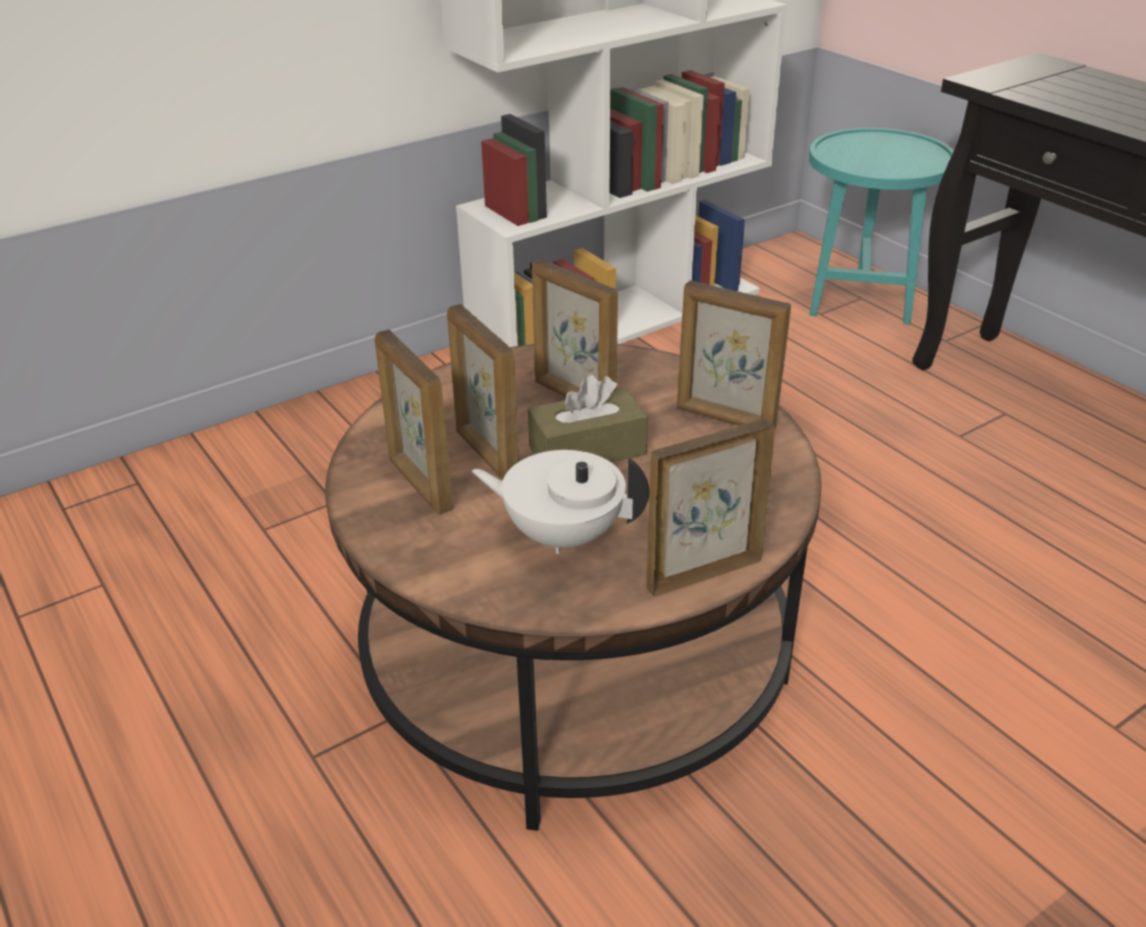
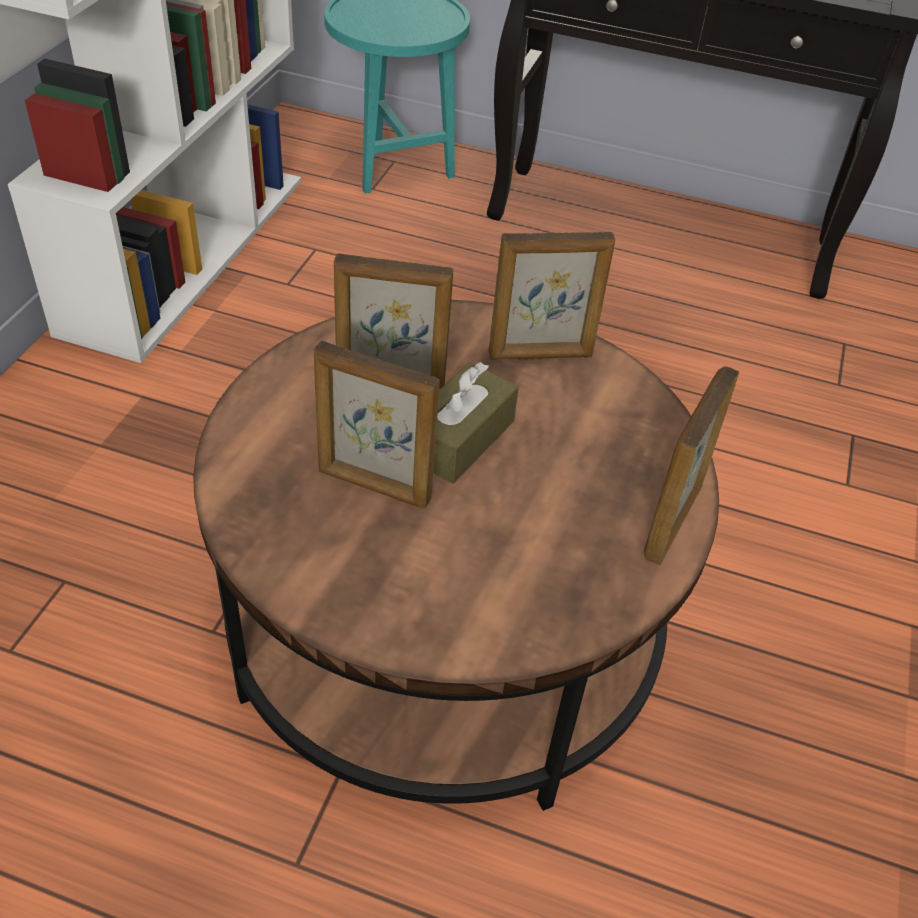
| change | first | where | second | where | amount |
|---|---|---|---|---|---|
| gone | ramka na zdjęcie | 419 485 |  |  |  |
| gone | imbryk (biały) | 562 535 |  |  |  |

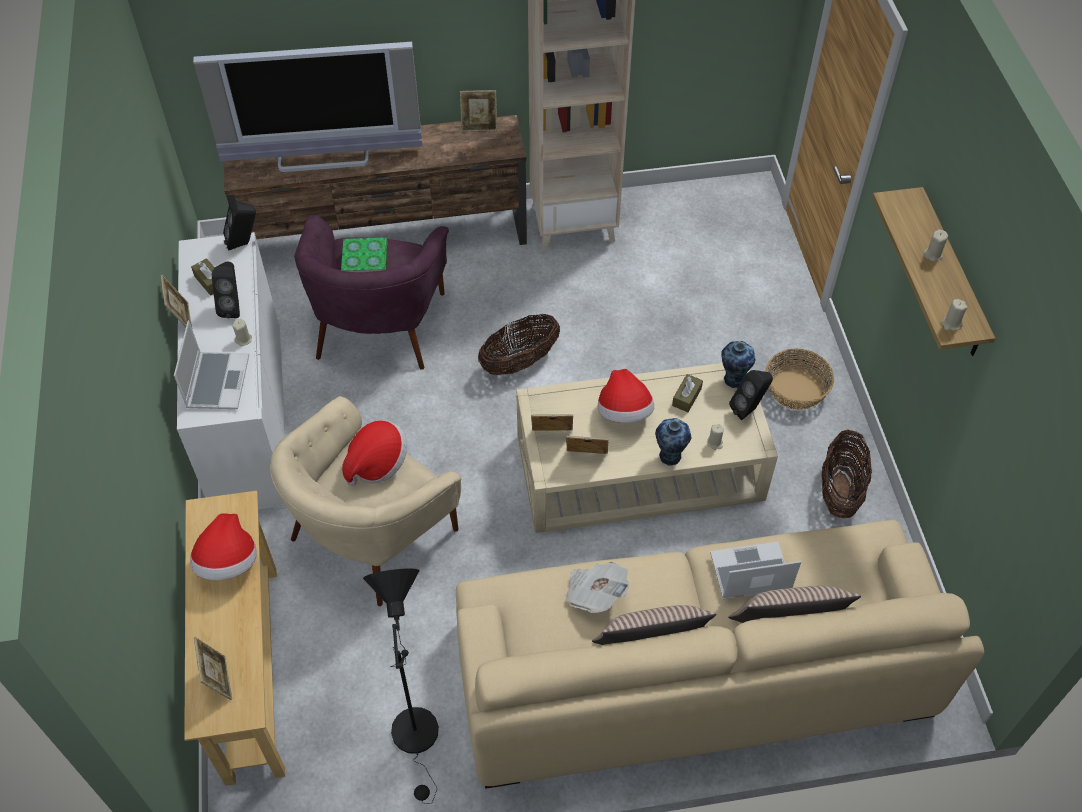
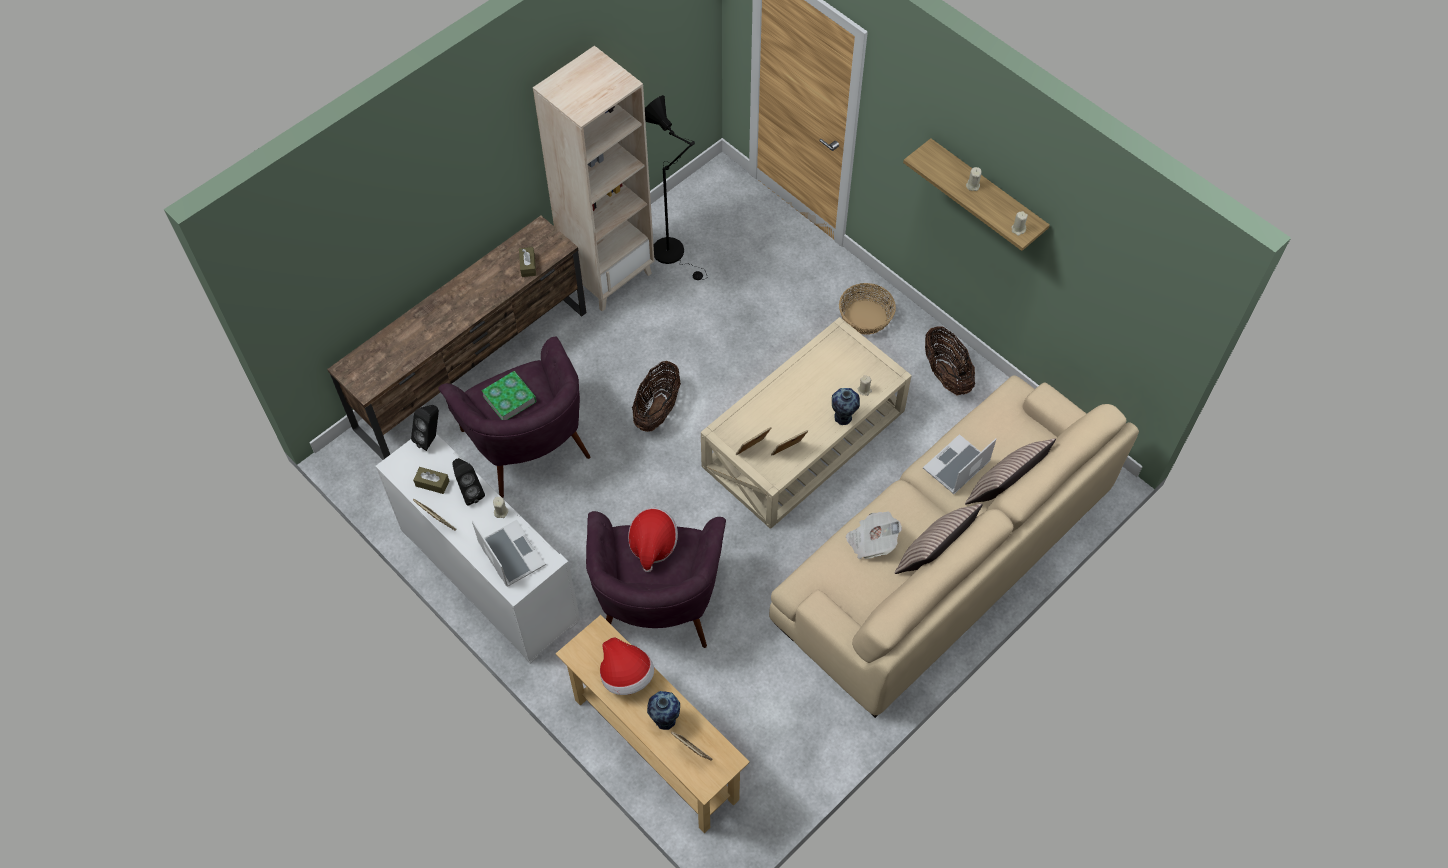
| change | first | where | second | where | amount |
|---|---|---|---|---|---|
| gone | telewizor | 324 156 |  |  |  |
| gone | ramka na zdjęcie | 479 126 |  |  |  |
| shifted | wazon | 733 379 |  | 664 721 |  |
| gone | kapelusz | 624 412 |  |  |  |
| gone | głośnik (czarny) | 749 409 |  |  |  |
| shifted | pudełko chusteczek (brązowy) | 686 397 |  | 528 265 |  |
| repainted | fotel (beżowy) | 372 534 | fotel (fioletowy) | 657 601 |  |
| shifted | lampa stojąca (czarny) | 418 740 |  | 673 254 |  |

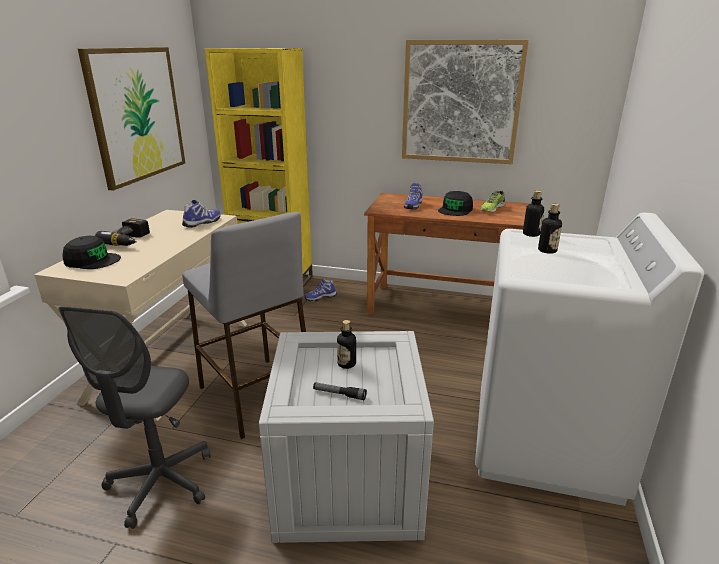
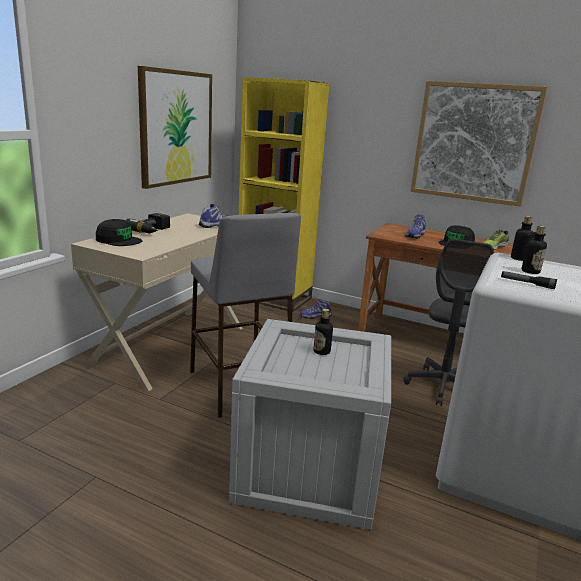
| change | first | where | second | where | amount |
|---|---|---|---|---|---|
| shifted | krzesło biurowe (szary) | 161 483 |  | 442 387 |  |
| shifted | latarka | 339 394 |  | 527 284 |  |

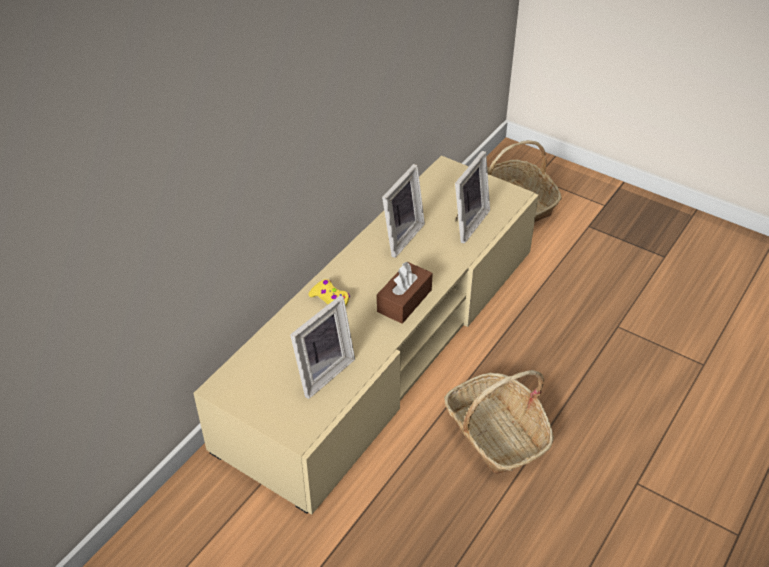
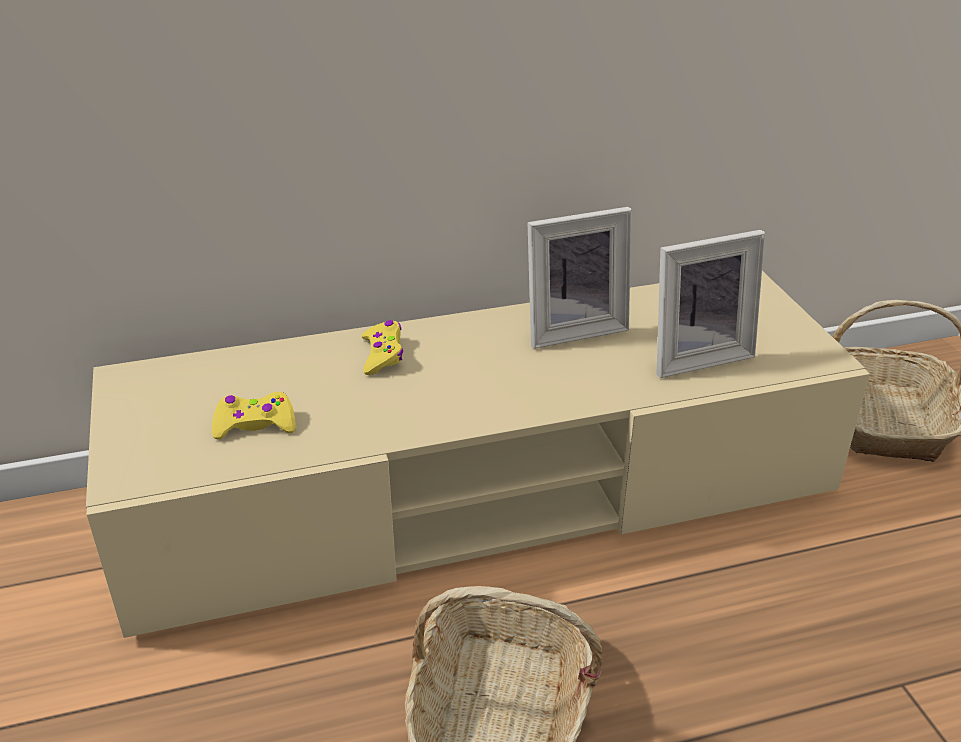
| change | first | where | second | where | amount |
|---|---|---|---|---|---|
| gone | pudełko chusteczek (brązowy) | 404 301 |  |  |  |
| swapped | ramka na zdjęcie | 321 371 | pad do gier (żółty) | 255 424 |  |

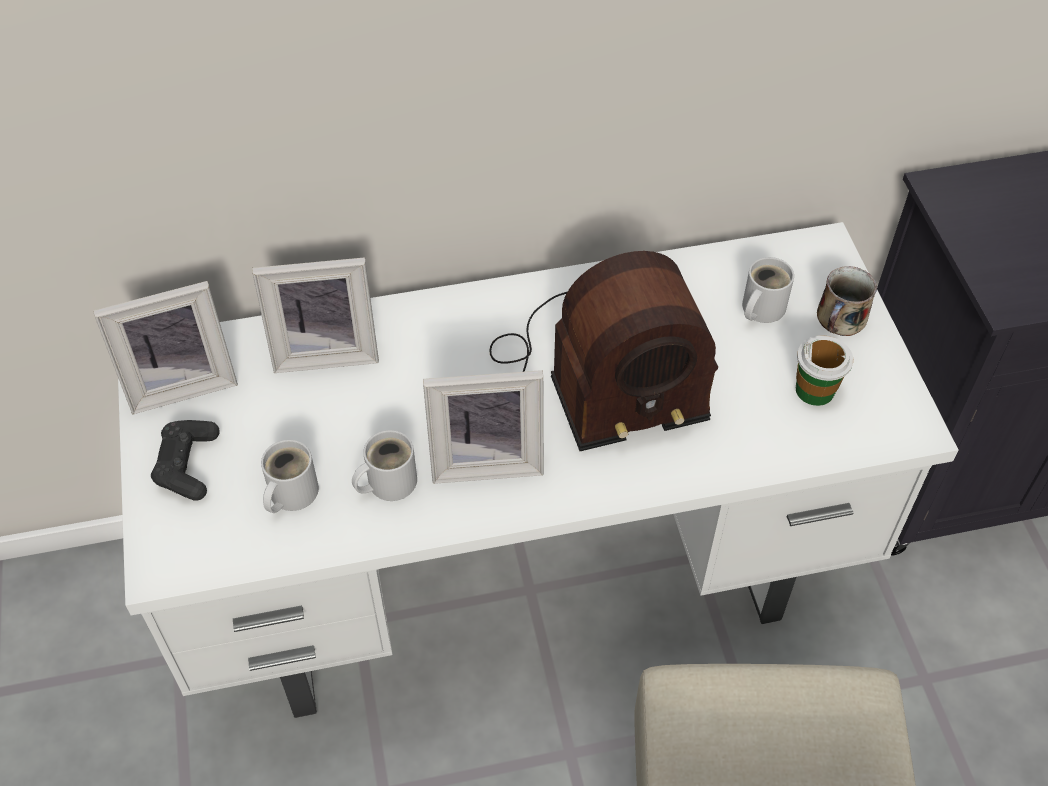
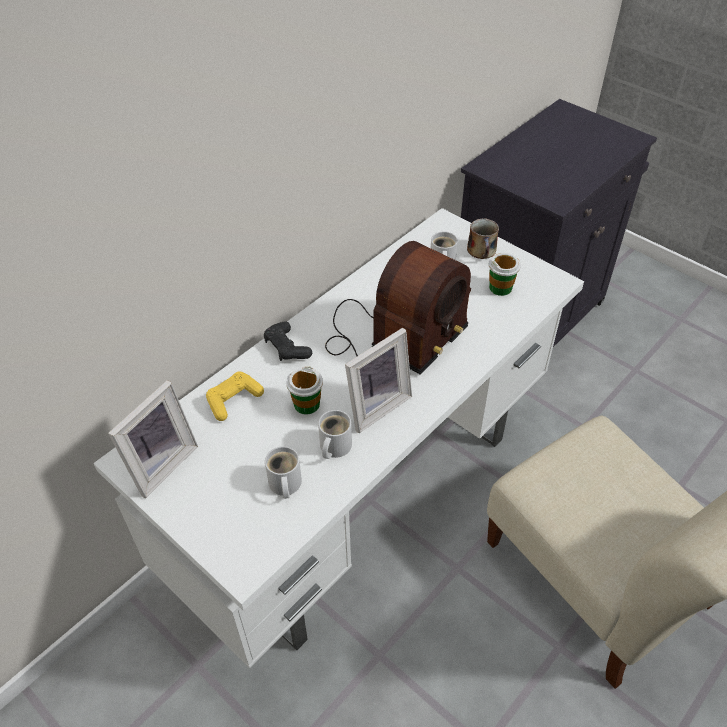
| change | first | where | second | where | amount |
|---|---|---|---|---|---|
| swapped | ramka na zdjęcie | 325 350 | pad do gier (żółty) | 234 400 |  |
| shifted | pad do gier (czarny) | 188 465 |  | 287 348 |  |
| new |  |  | filiżanka | 306 404 |  |

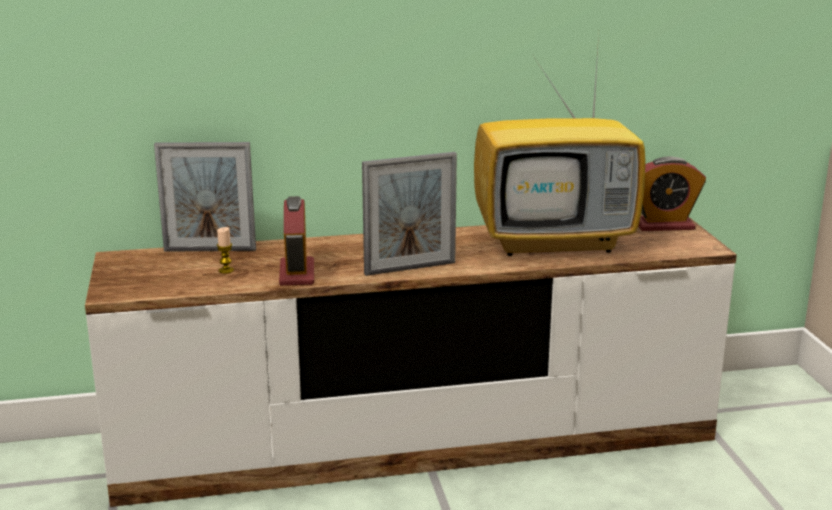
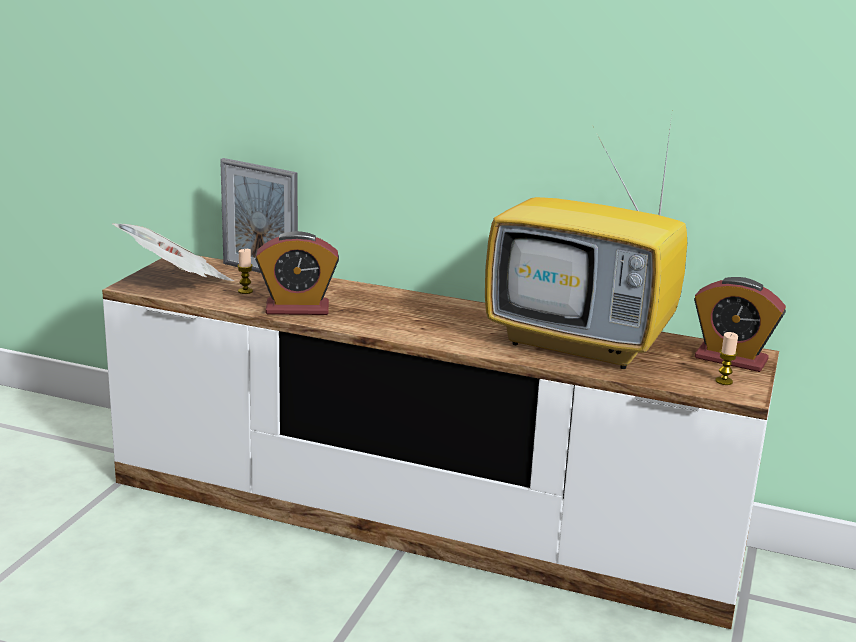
| change | first | where | second | where | amount |
|---|---|---|---|---|---|
| gone | ramka na zdjęcie | 410 268 |  |  |  |
| rotated | budzik | 297 273 |  | 297 309 | 120 degrees counterclockwise |
| new |  |  | gazeta | 176 281 |  |
| new |  |  | świeca | 724 381 |  |

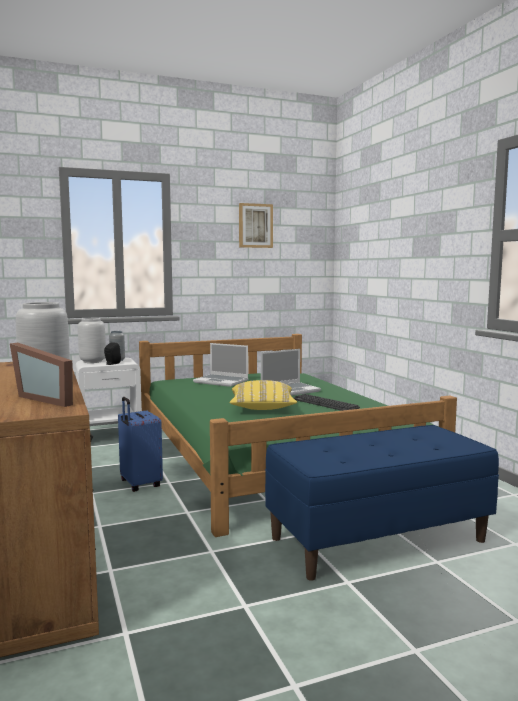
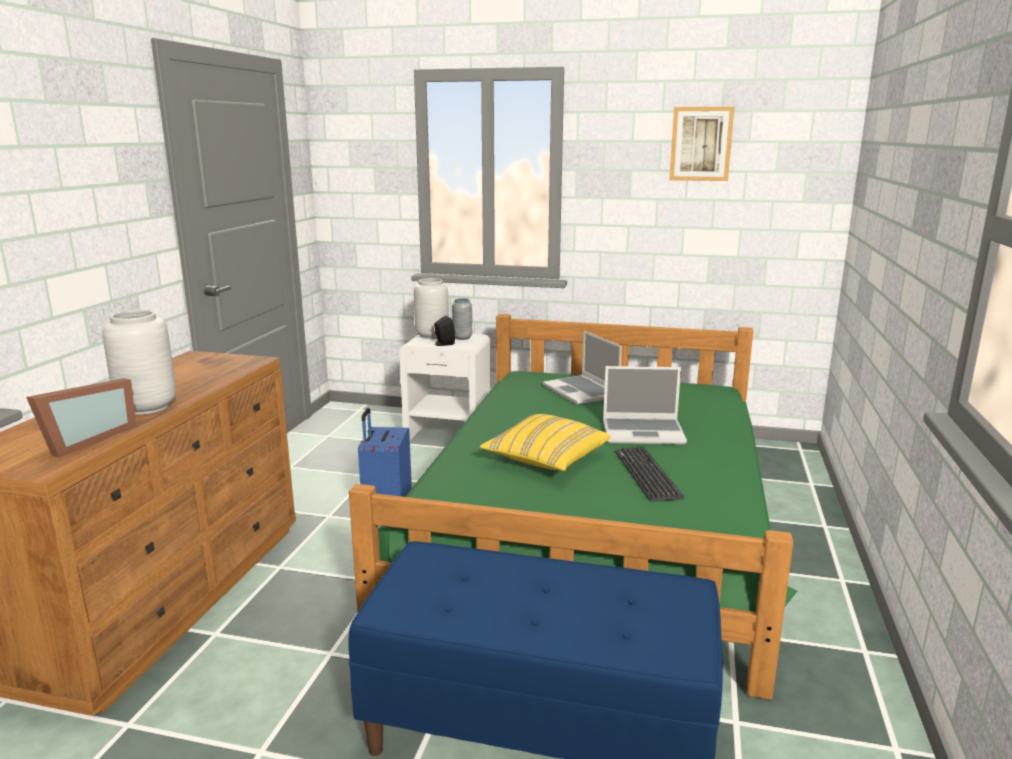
| change | first | where | second | where | amount |
|---|---|---|---|---|---|
| rotated | ramka na zdjęcie | 49 398 |  | 85 440 | 135 degrees counterclockwise |

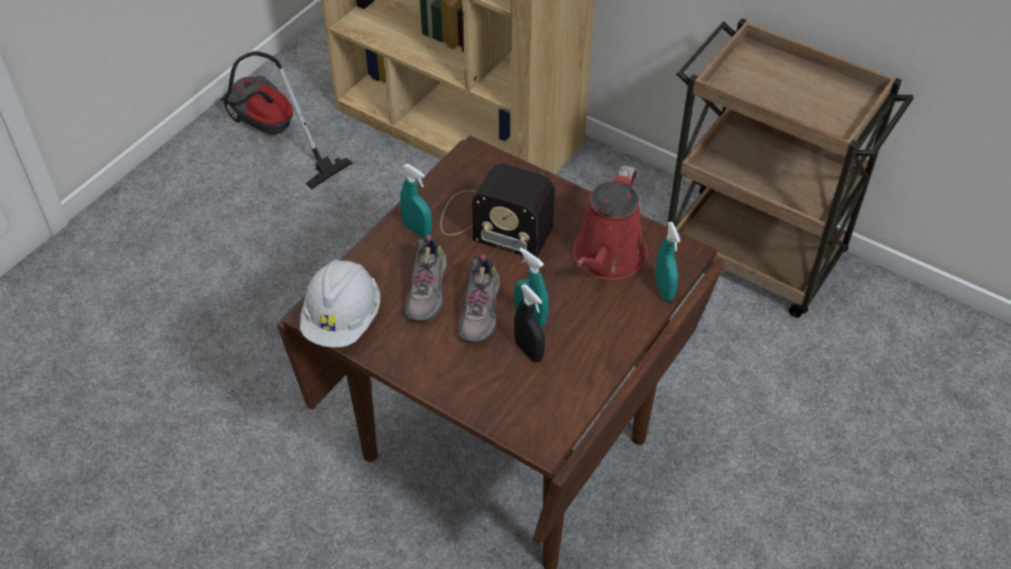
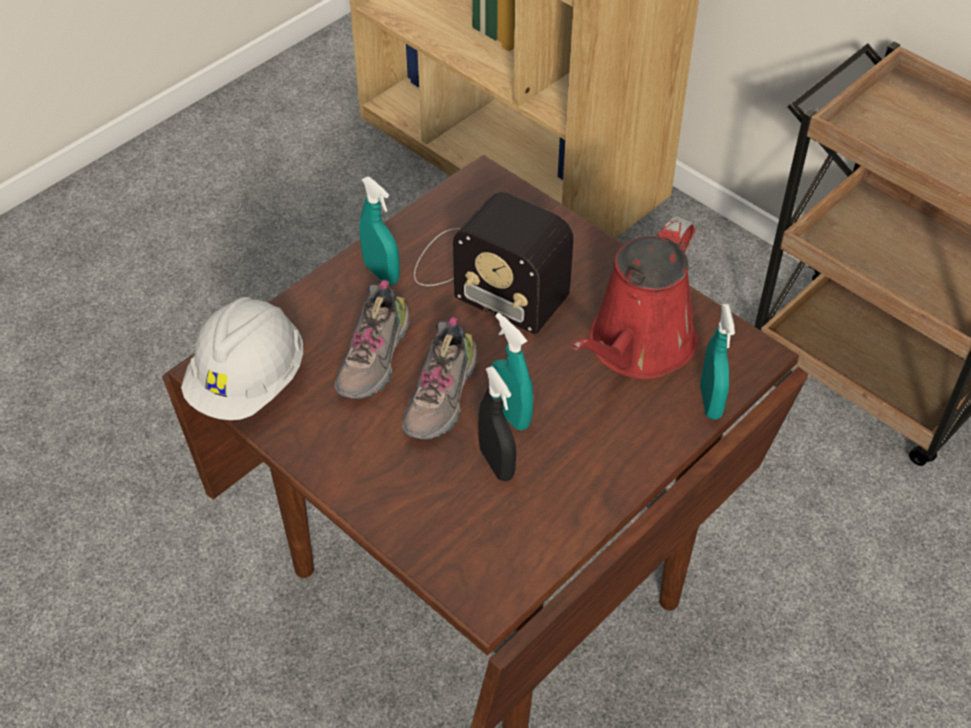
| change | first | where | second | where | amount |
|---|---|---|---|---|---|
| gone | odkurzacz | 272 134 |  |  |  |

